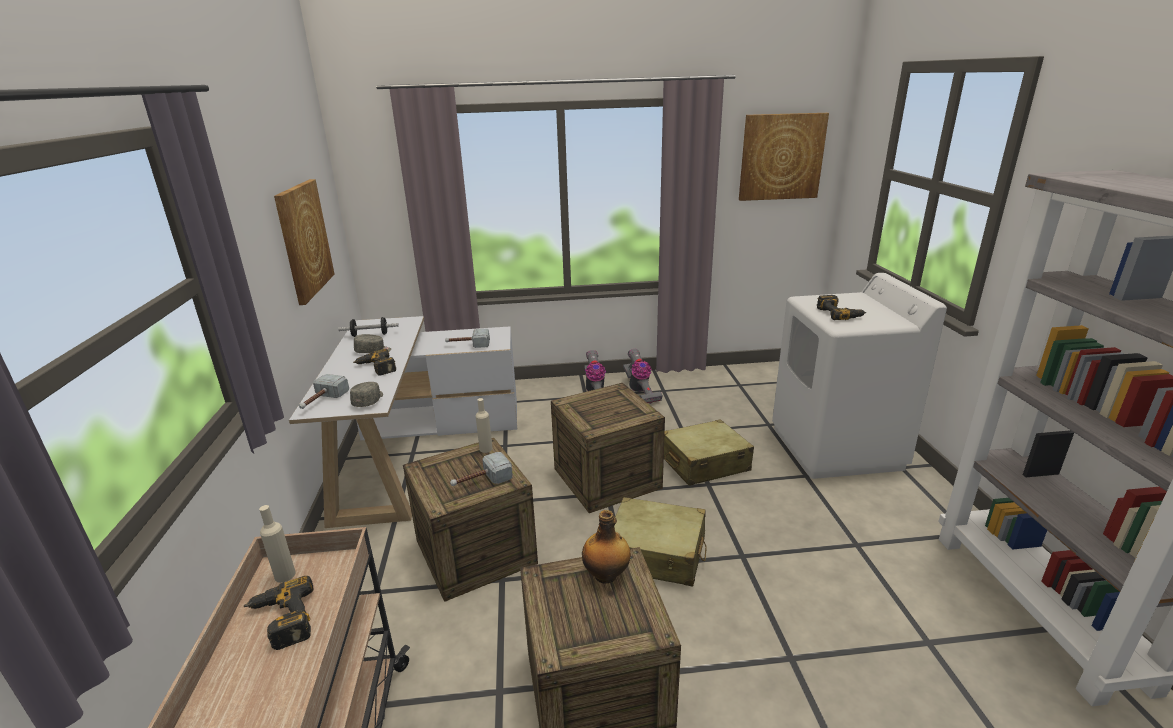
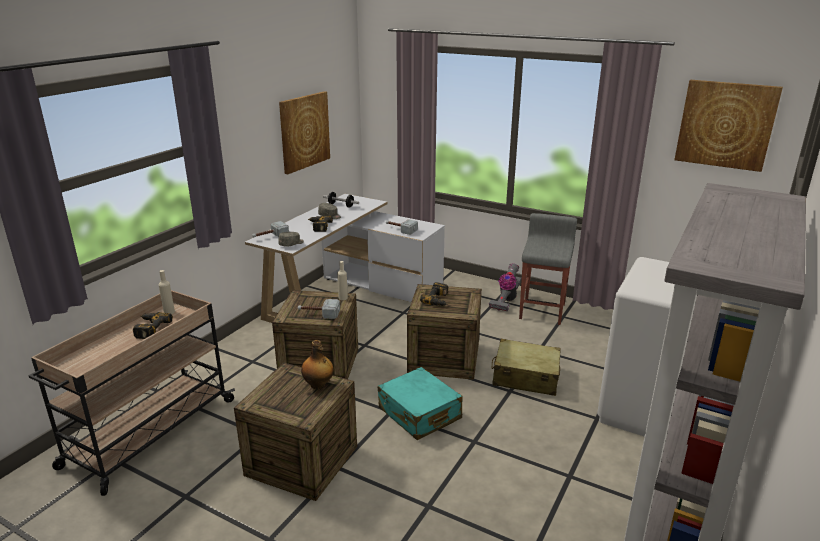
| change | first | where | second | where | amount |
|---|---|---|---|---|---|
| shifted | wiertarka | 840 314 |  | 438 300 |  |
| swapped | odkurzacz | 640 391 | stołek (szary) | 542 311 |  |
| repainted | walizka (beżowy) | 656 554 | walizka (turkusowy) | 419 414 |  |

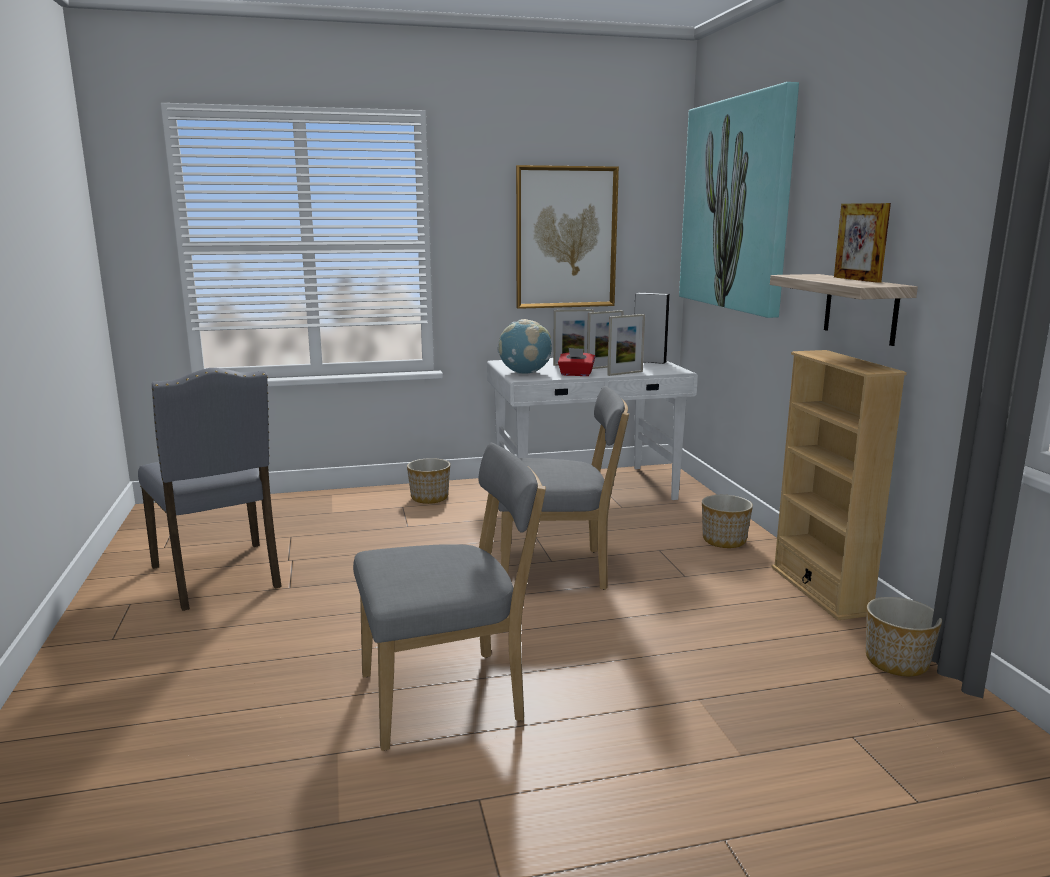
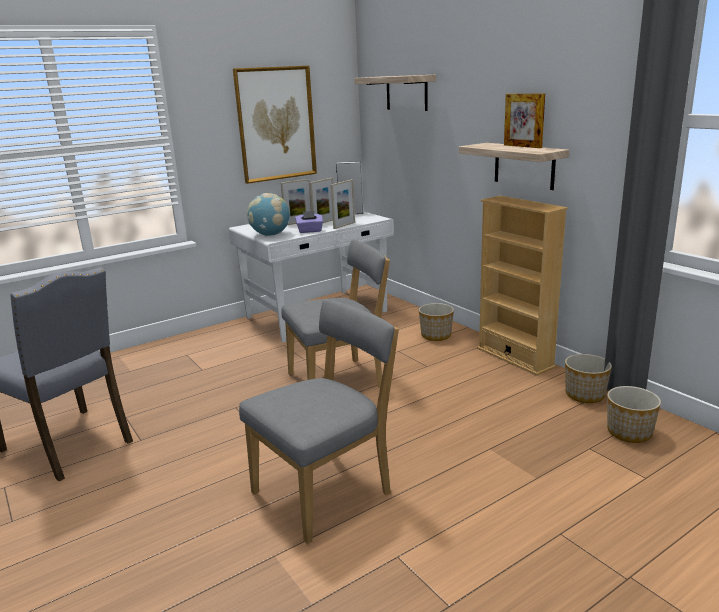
| change | first | where | second | where | amount |
|---|---|---|---|---|---|
| swapped | obraz | 736 205 | półka | 406 93 |  |
| repainted | pudełko chusteczek (czerwony) | 576 374 | pudełko chusteczek (fioletowy) | 310 231 |  |
| shifted | donica | 430 498 |  | 630 432 |  |

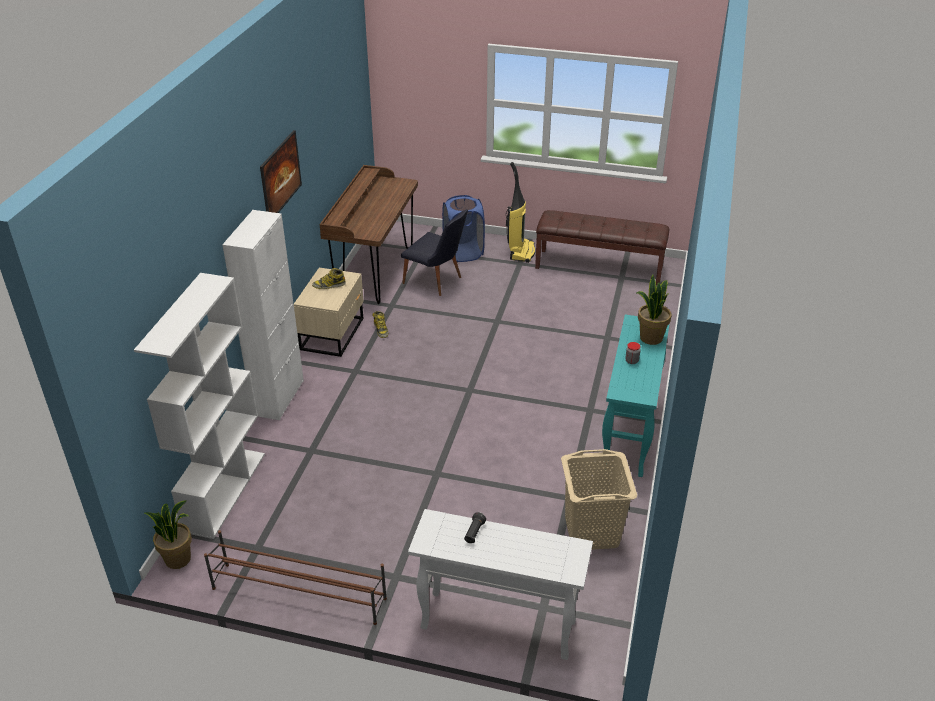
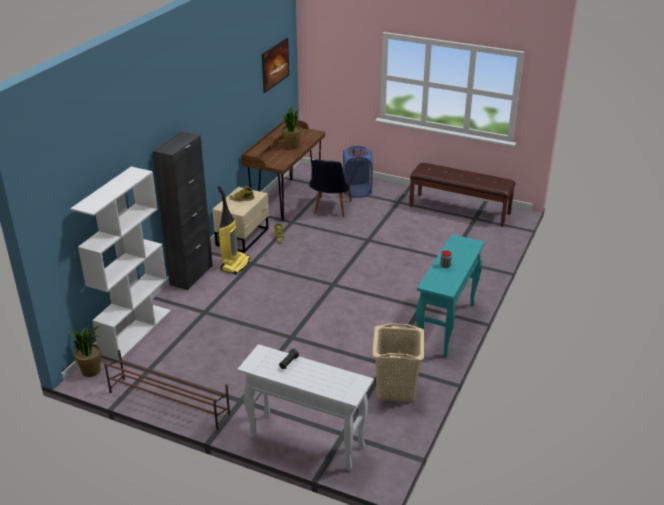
| change | first | where | second | where | amount |
|---|---|---|---|---|---|
| shifted | obraz | 282 189 |  | 275 74 |  |
| shifted | odkurzacz | 521 252 |  | 235 264 |  |
| rotated | krzesło (czarny) | 437 282 |  | 330 209 | 60 degrees clockwise |
| repainted | szafka (biały) | 278 398 | szafka (czarny) | 191 275 |  |
| shifted | roślina doniczkowa | 650 338 |  | 291 146 |  |

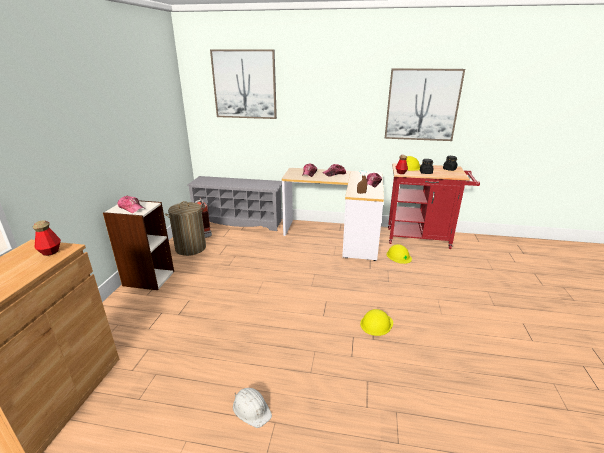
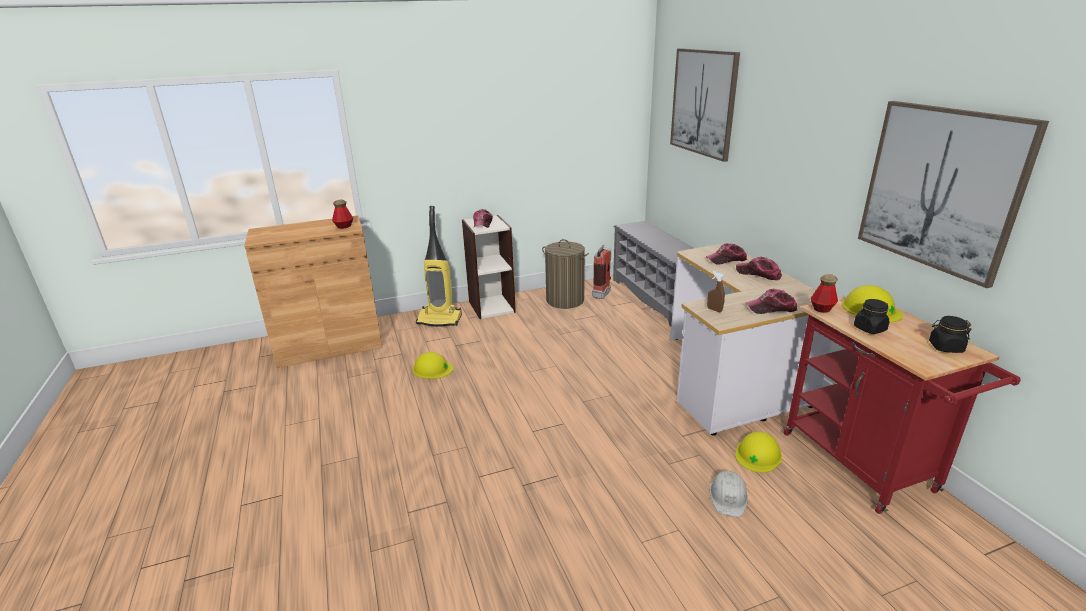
| change | first | where | second | where | amount |
|---|---|---|---|---|---|
| shifted | kask (żółty) | 376 324 |  | 432 369 |  |
| shifted | kask (biały) | 251 409 |  | 728 497 |  |
| new |  |  | odkurzacz | 440 319 |  |

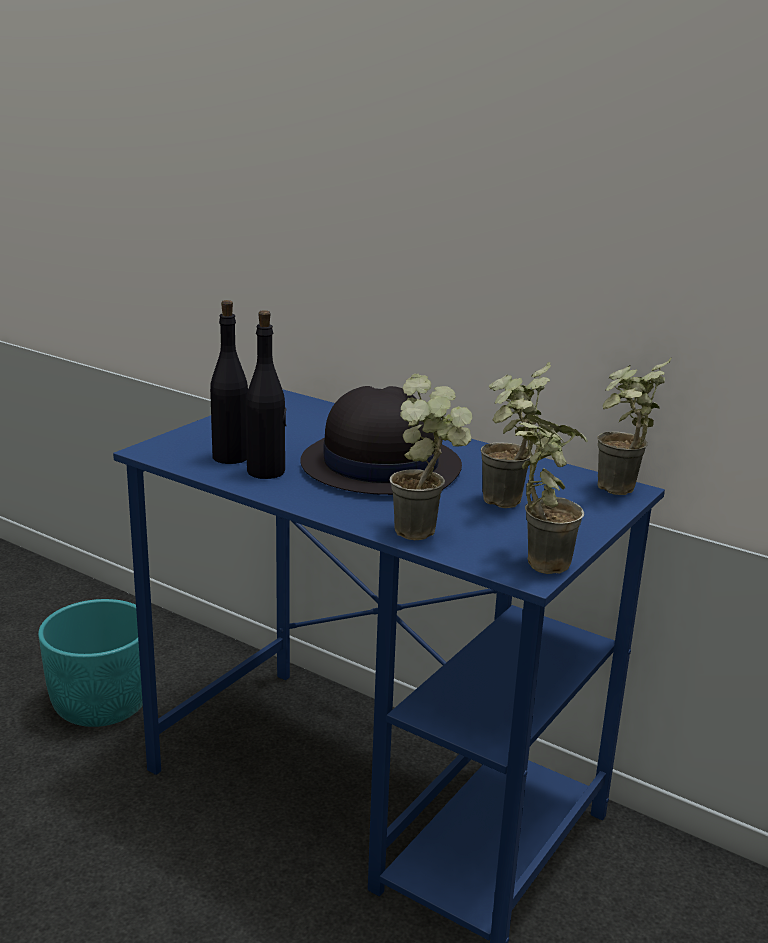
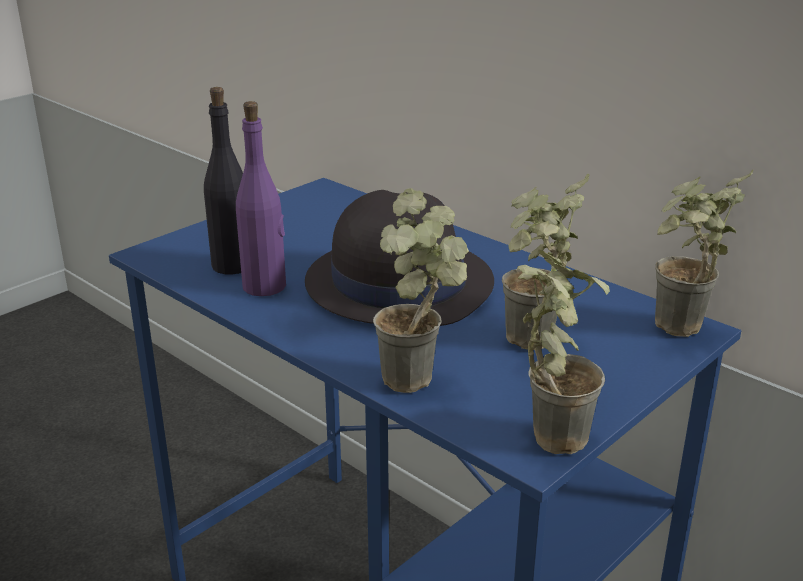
| change | first | where | second | where | amount |
|---|---|---|---|---|---|
| repainted | butelka (czarny) | 266 472 | butelka (fioletowy) | 265 286 |  |
| gone | donica (turkusowy) | 101 705 |  |  |  |

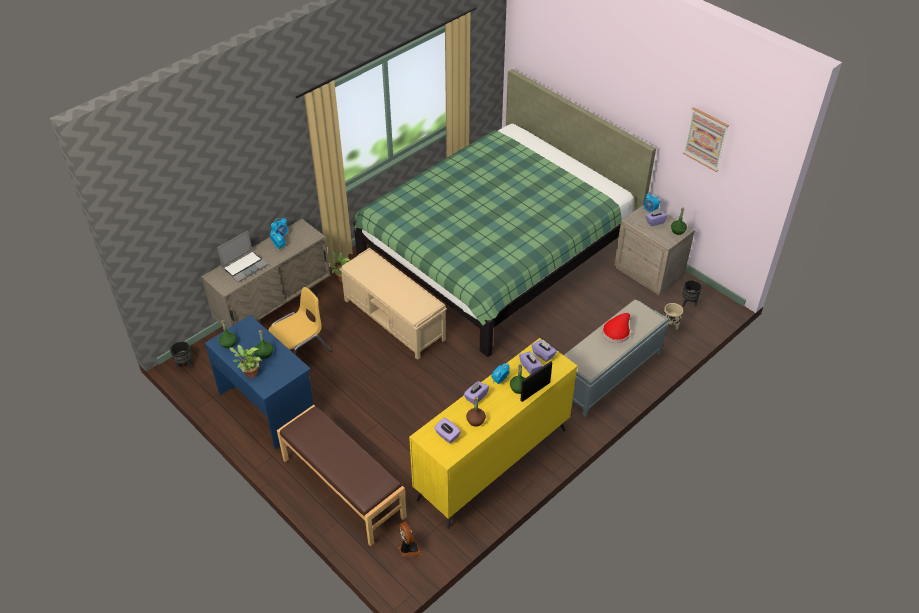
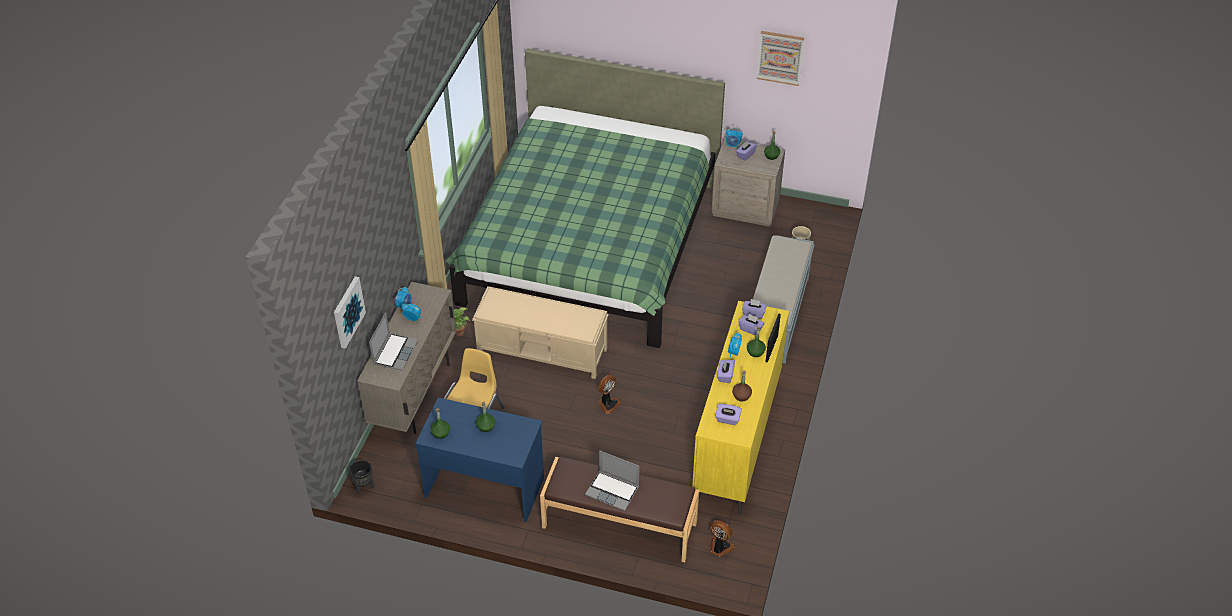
| change | first | where | second | where | amount |
|---|---|---|---|---|---|
| gone | donica (czarny) | 689 303 |  |  |  |
| gone | kapelusz (czerwony) | 617 331 |  |  |  |
| gone | roślina doniczkowa | 249 373 |  |  |  |
| new |  |  | obraz | 348 312 |  |
| new |  |  | wentylator | 608 404 |  |
| new |  |  | laptop | 613 491 |  |

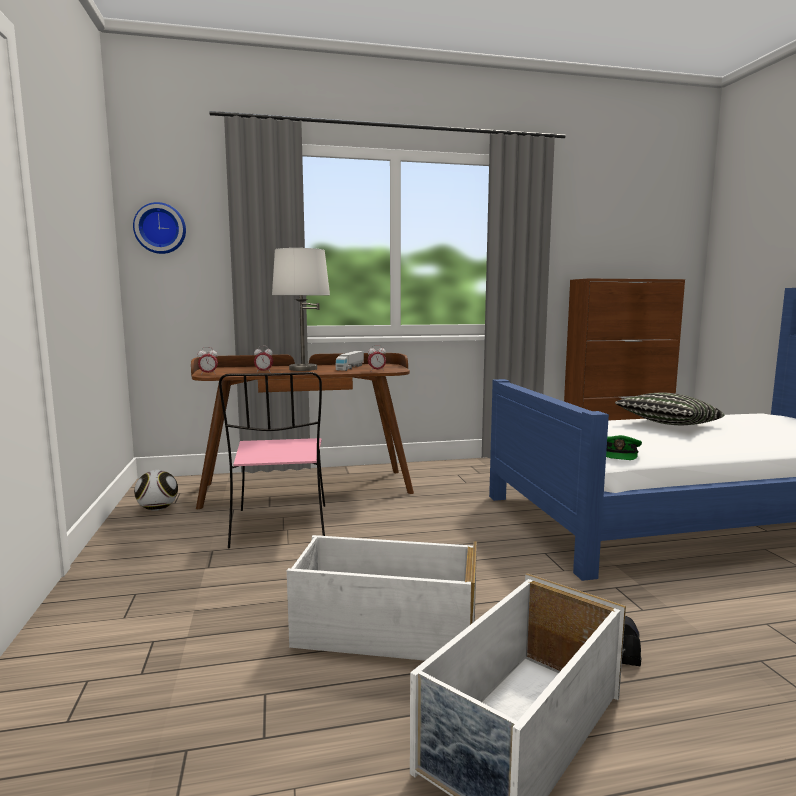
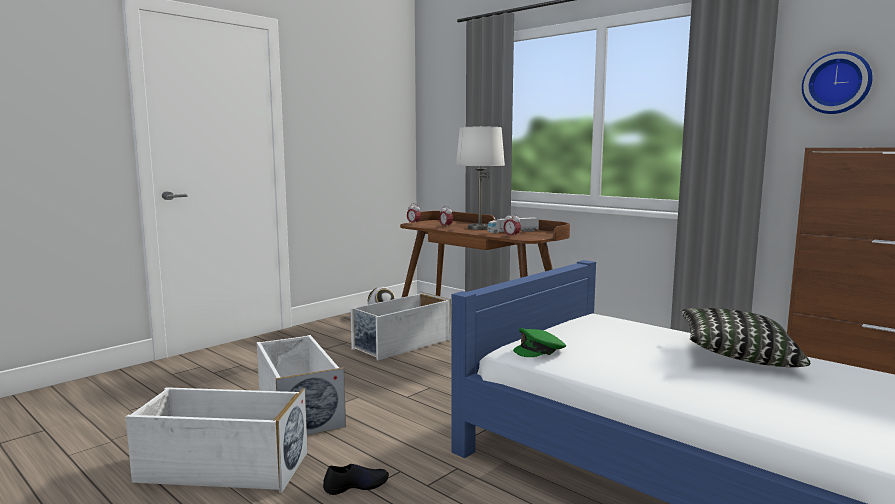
| change | first | where | second | where | amount |
|---|---|---|---|---|---|
| shifted | zegar ścienny | 160 228 |  | 837 83 |  |
| swapped | krzesło (różowy) | 280 527 | pojemnik do przechowywania (biały) | 401 345 |  |

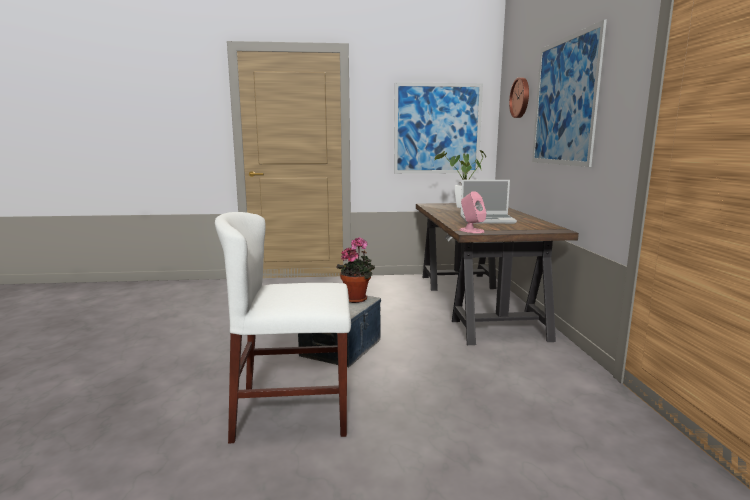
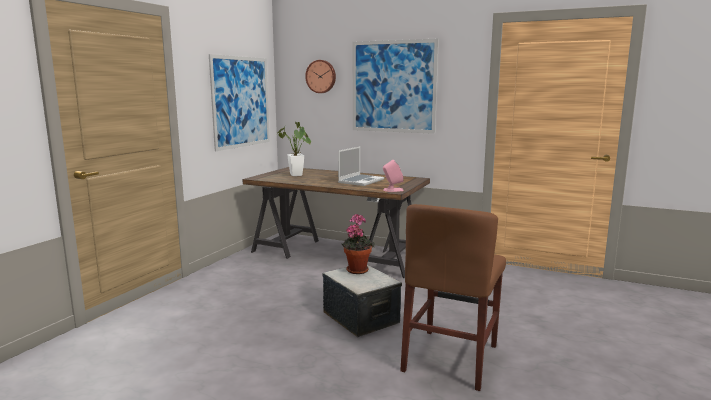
| change | first | where | second | where | amount |
|---|---|---|---|---|---|
| repainted | krzesło (biały) | 292 411 | krzesło (brązowy) | 451 358 |  |

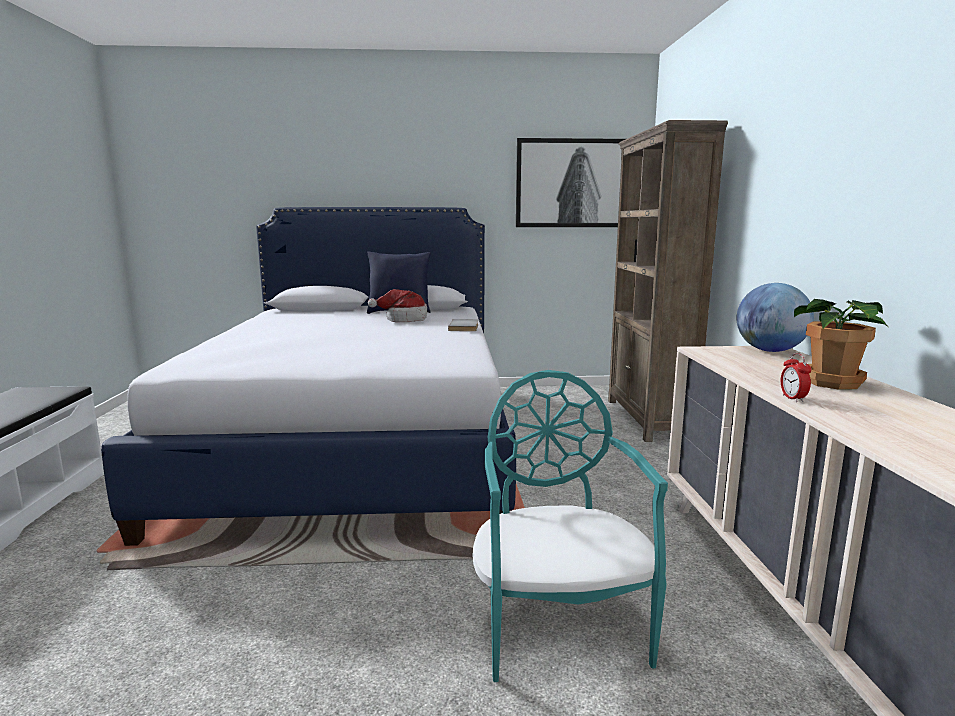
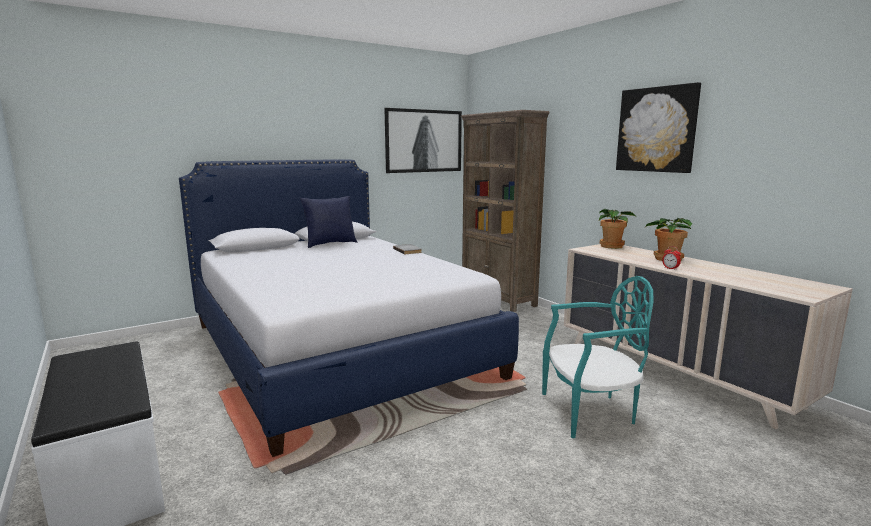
| change | first | where | second | where | amount |
|---|---|---|---|---|---|
| swapped | globus | 770 351 | roślina doniczkowa | 612 246 |  |
| gone | kapelusz | 404 319 |  |  |  |
| rotated | krzesło (turkusowy) | 559 626 |  | 591 412 | 120 degrees clockwise |
| new |  |  | obraz | 656 129 |  |

